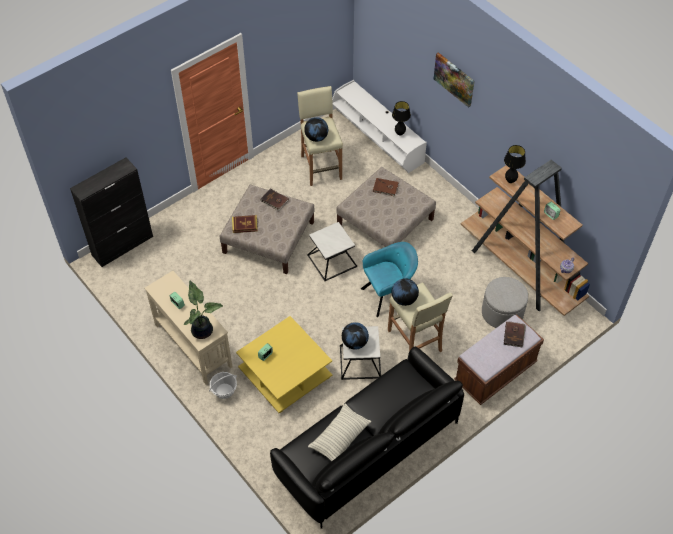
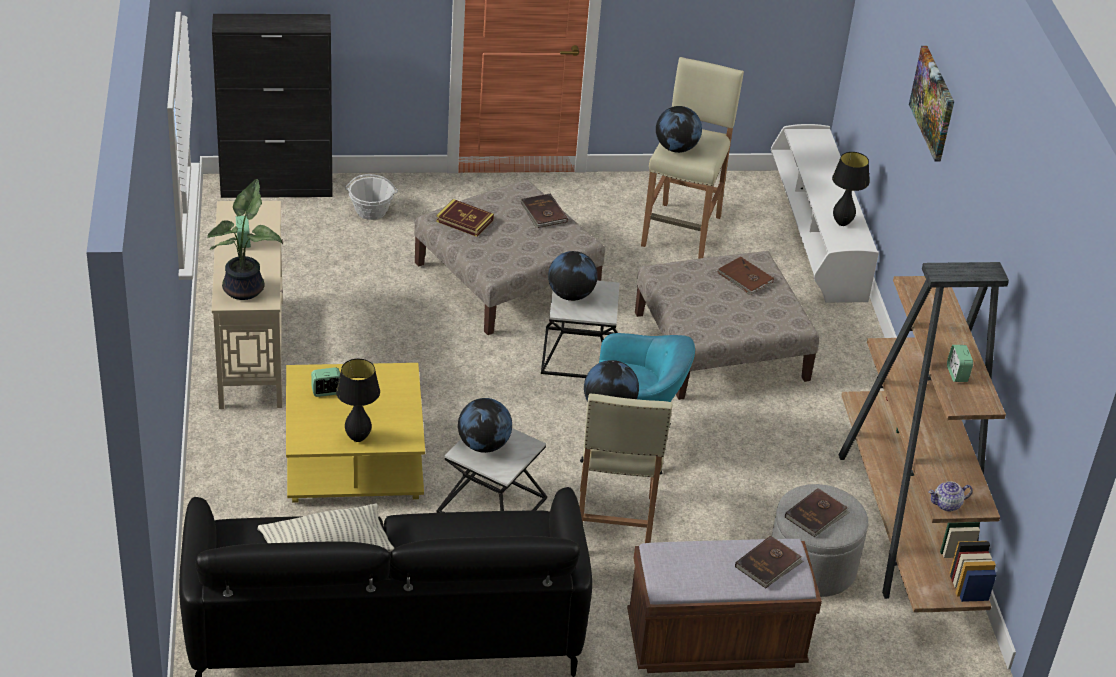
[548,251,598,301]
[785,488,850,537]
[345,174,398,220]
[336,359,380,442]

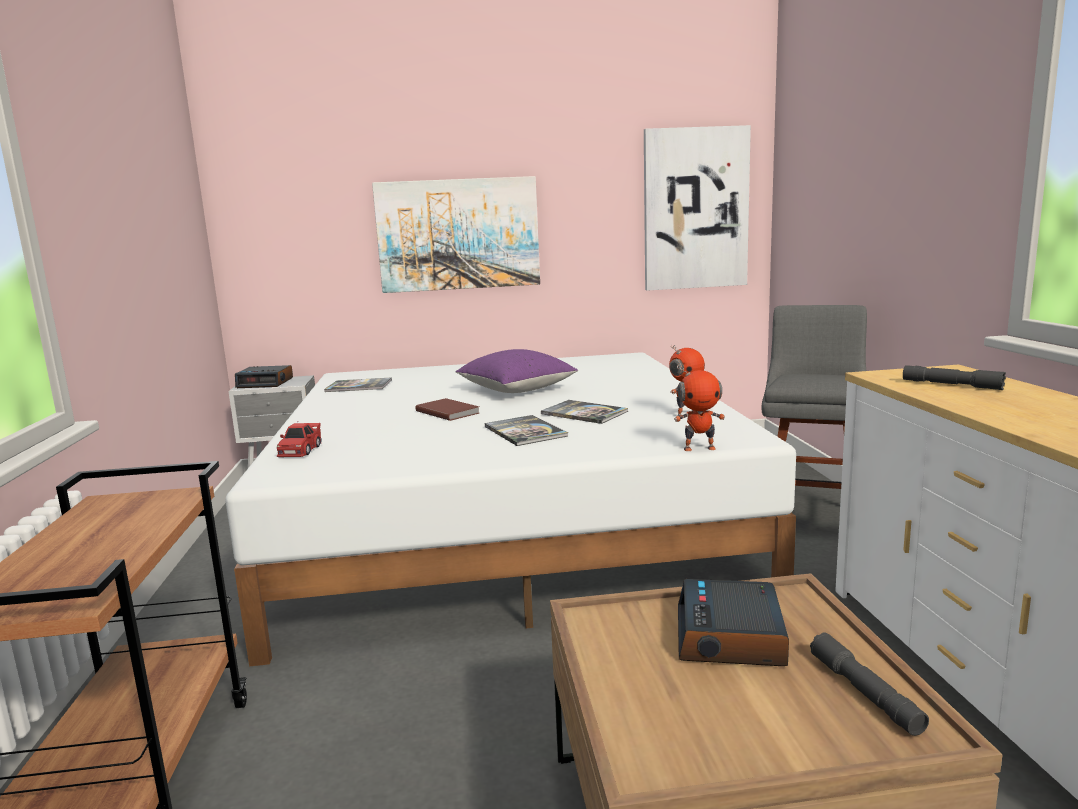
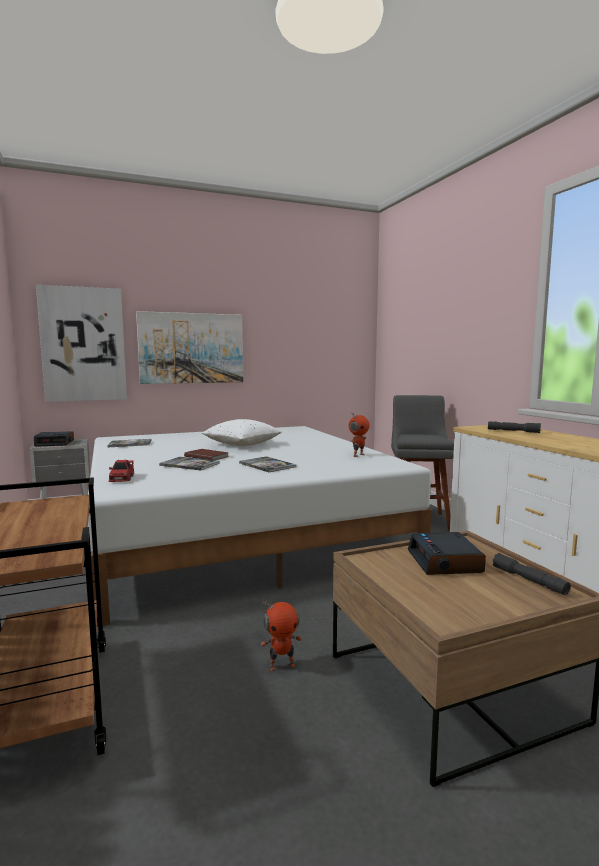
[159,457,220,470]
[36,285,127,402]
[261,599,302,671]
[202,419,282,446]

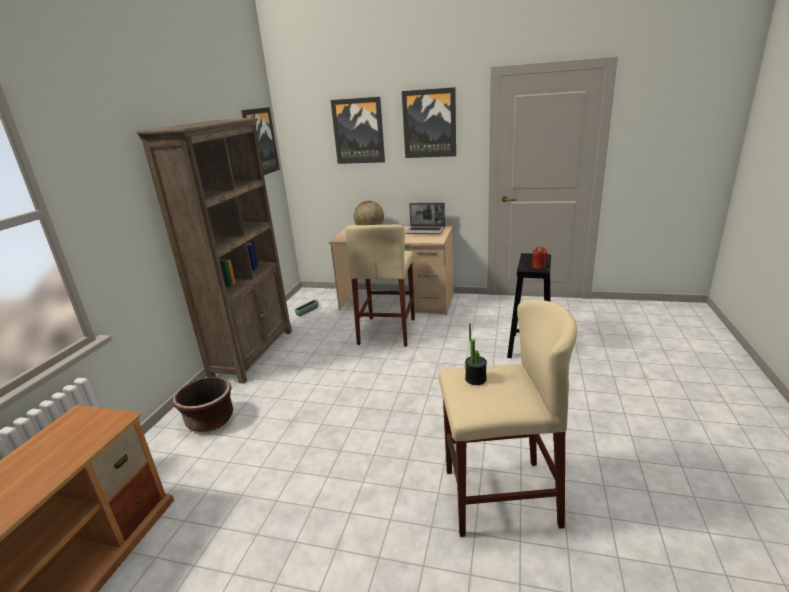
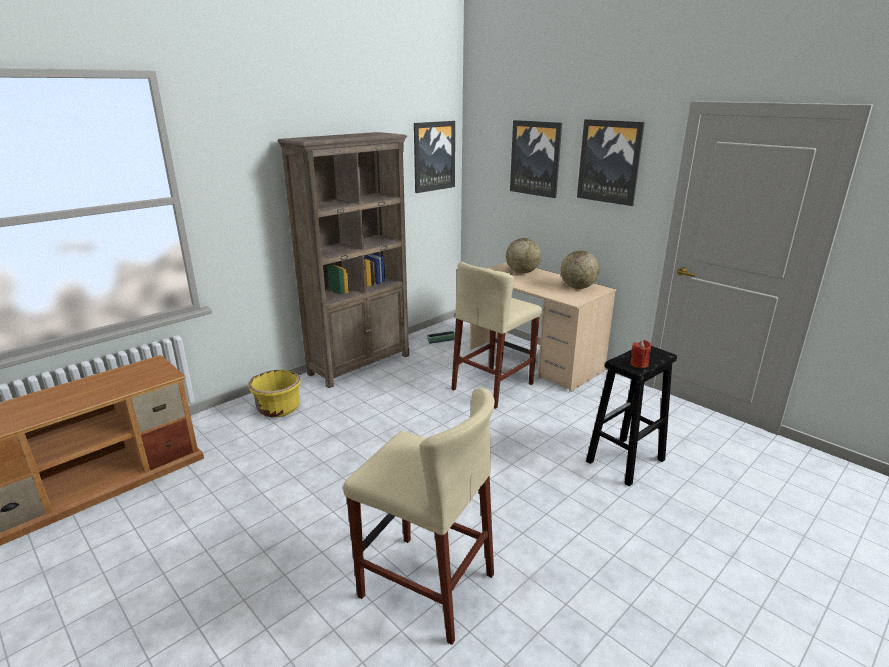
[465,323,487,385] (first image)
[560,251,599,289]
[248,370,301,417]

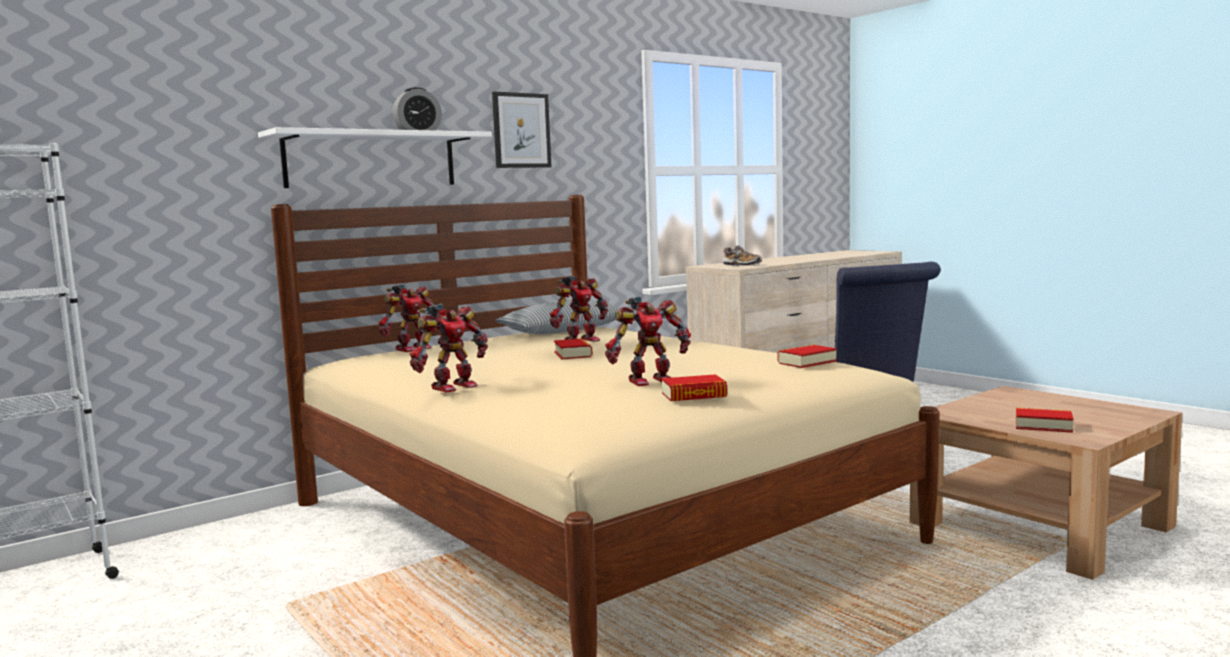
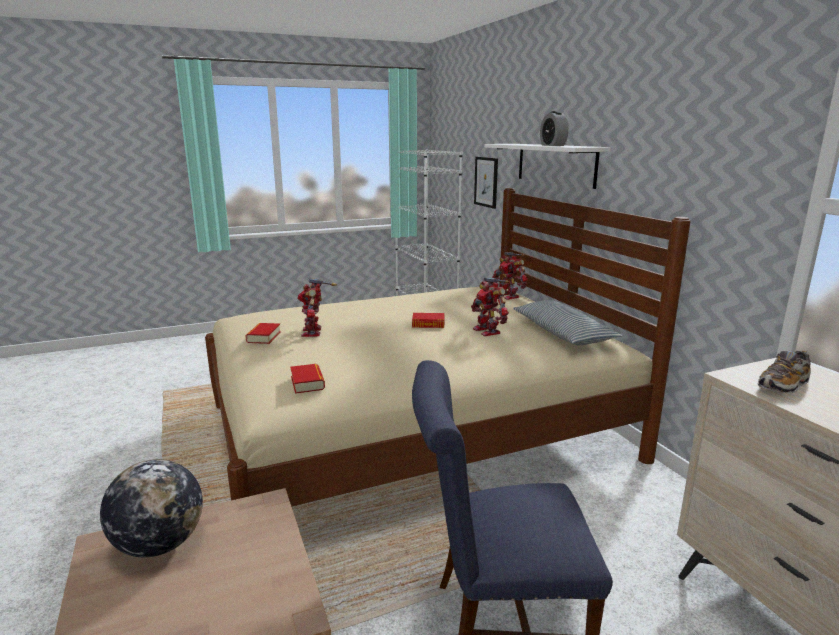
[410,304,488,393] (first image)
[474,157,498,209]
[100,459,203,557]

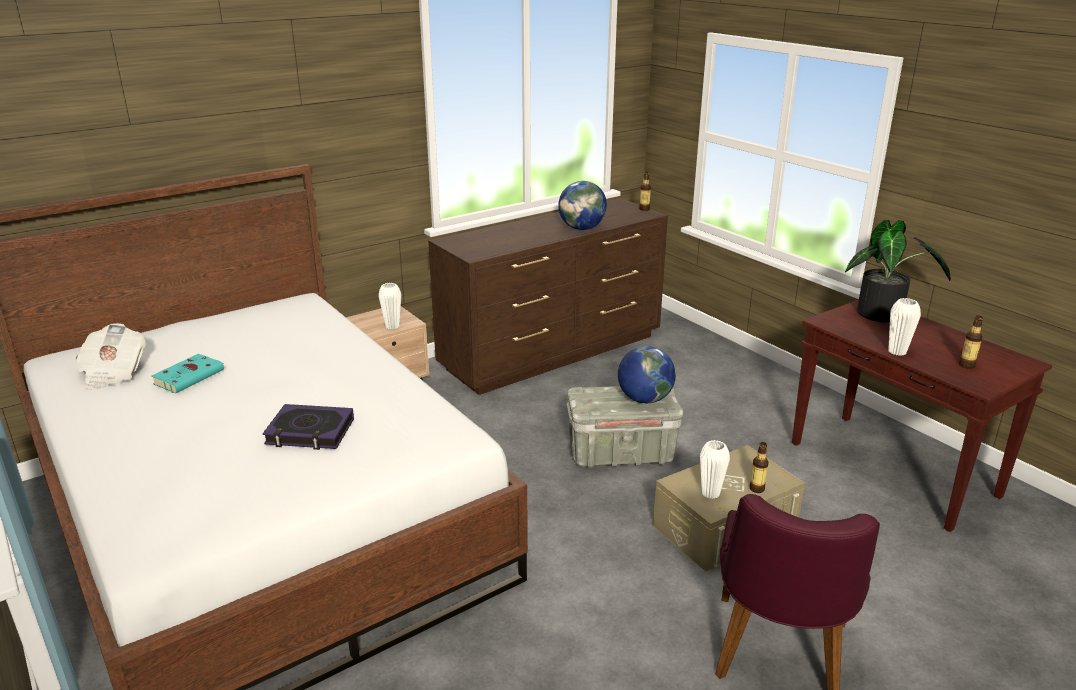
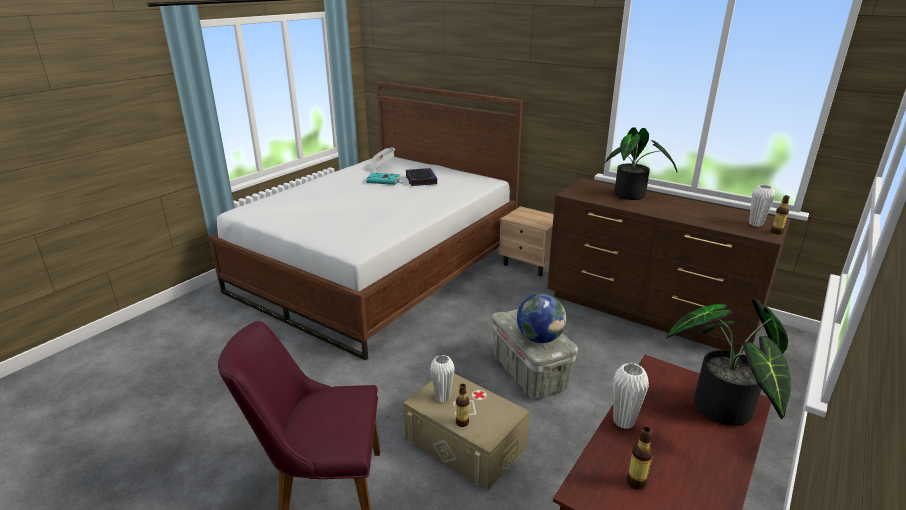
[558,181,607,230] (first image)
[605,127,677,200]
[406,168,437,186]
[749,185,775,227]

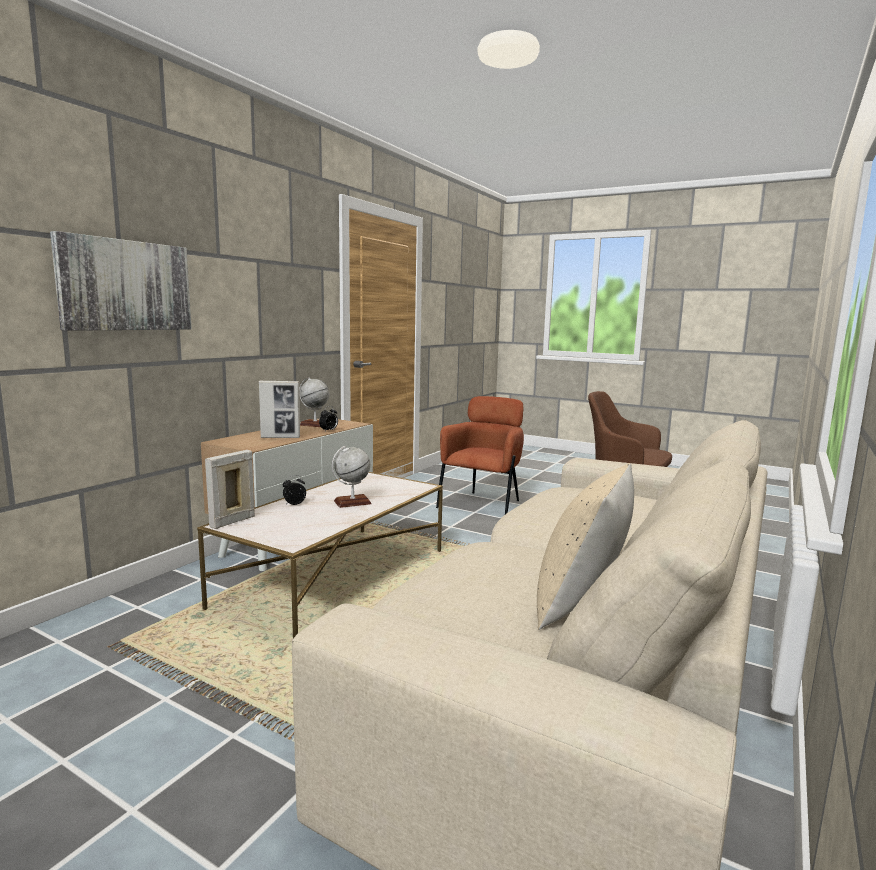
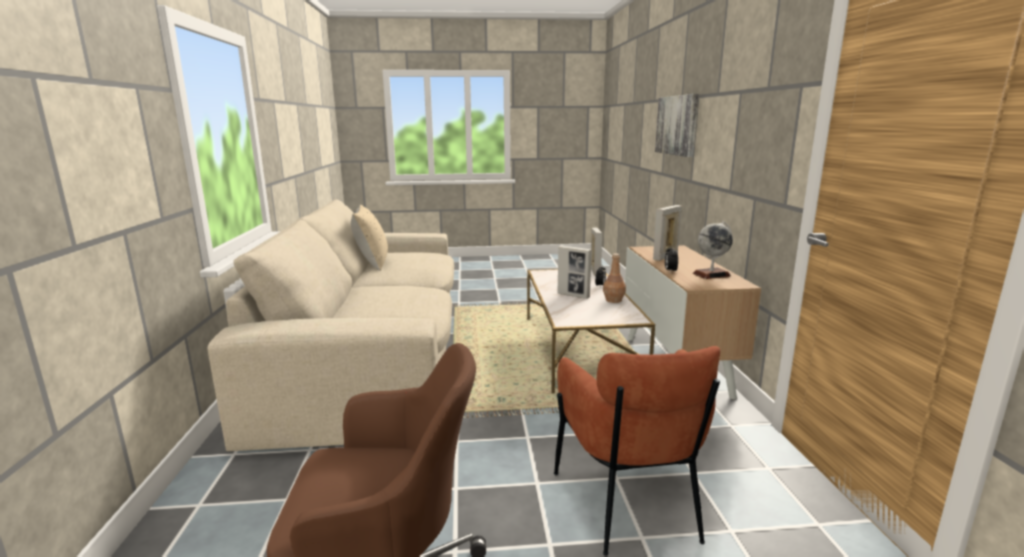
[603,253,626,303]
[557,245,592,299]

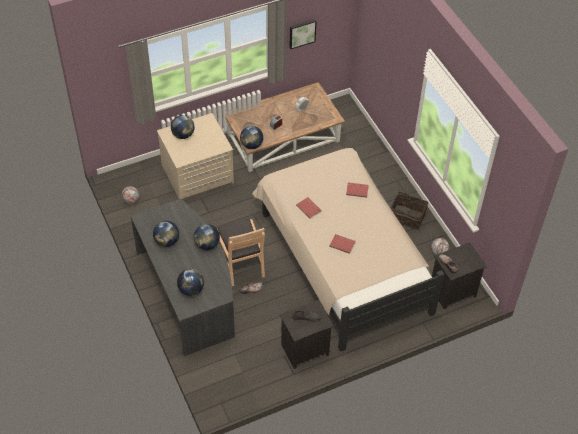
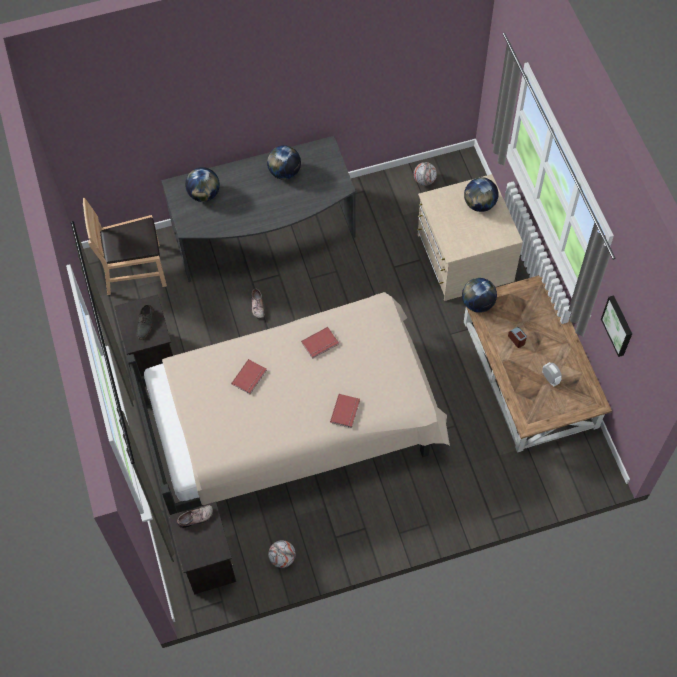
[194,224,220,250] (first image)
[391,192,429,230] (first image)
[83,198,167,295]

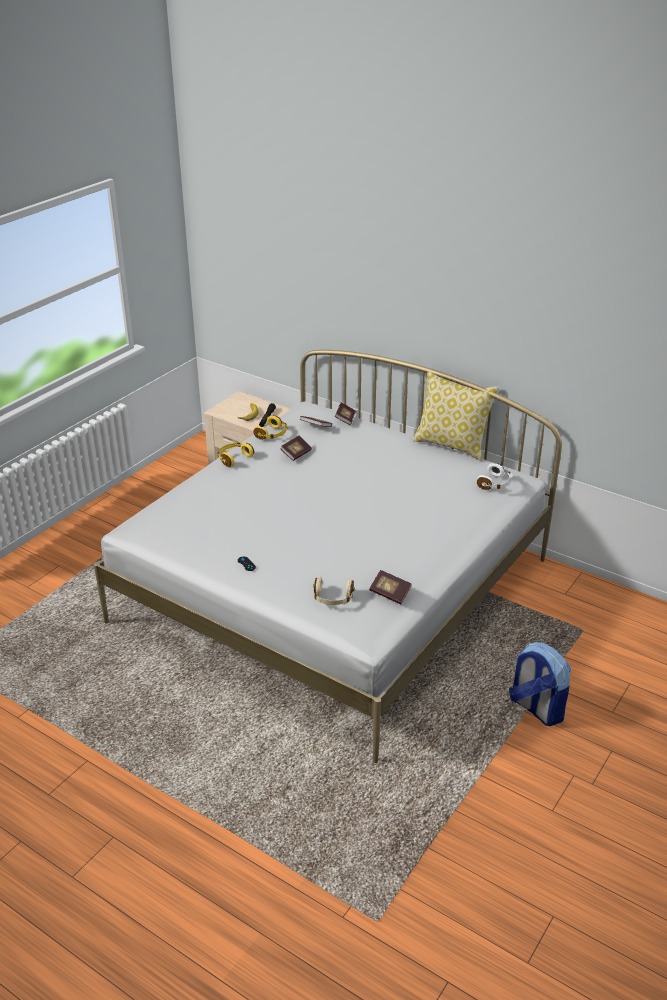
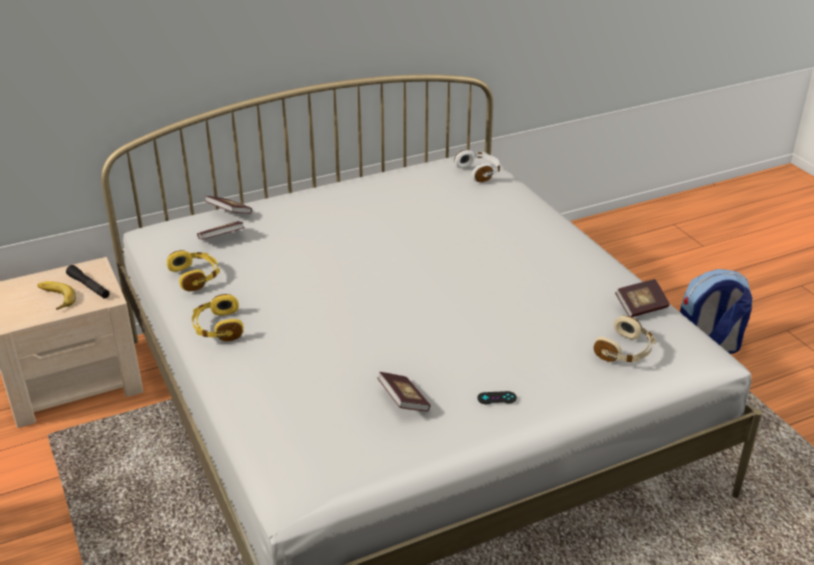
[413,372,499,461] (first image)
[377,372,430,411]

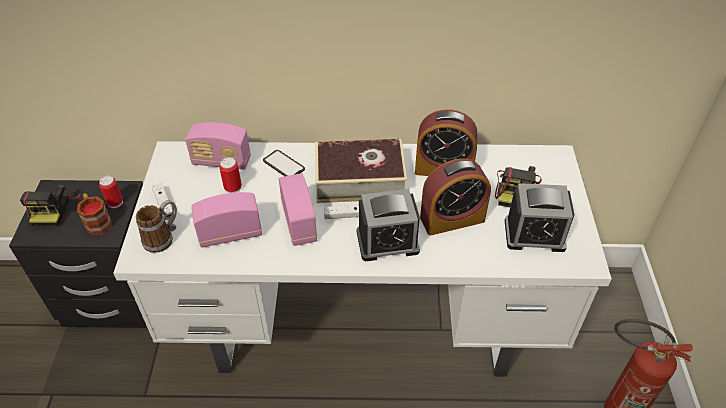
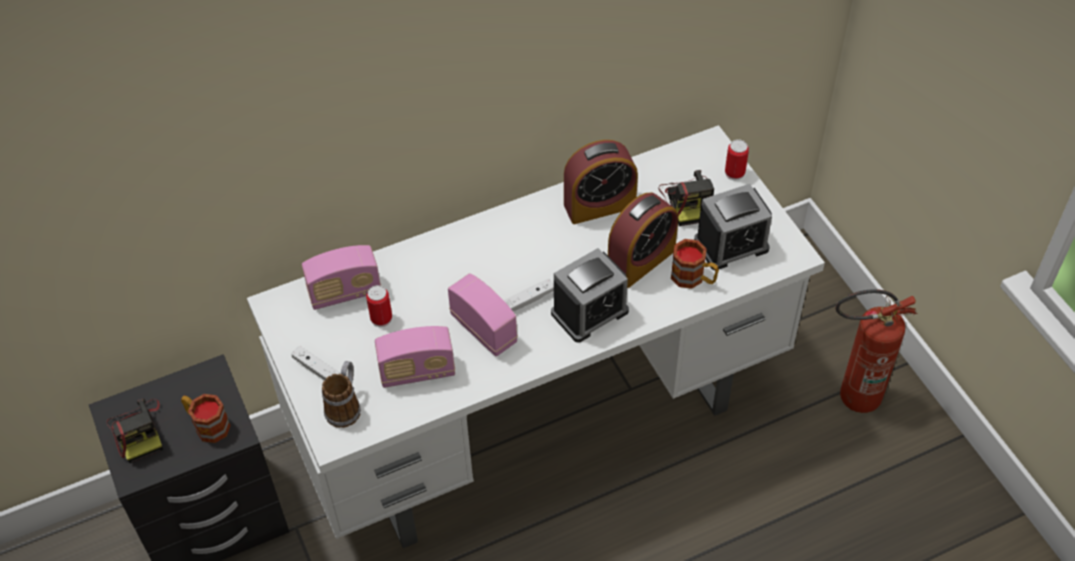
[263,150,305,176] (first image)
[315,139,407,203] (first image)
[671,239,719,289]
[725,139,749,180]
[375,326,455,388]

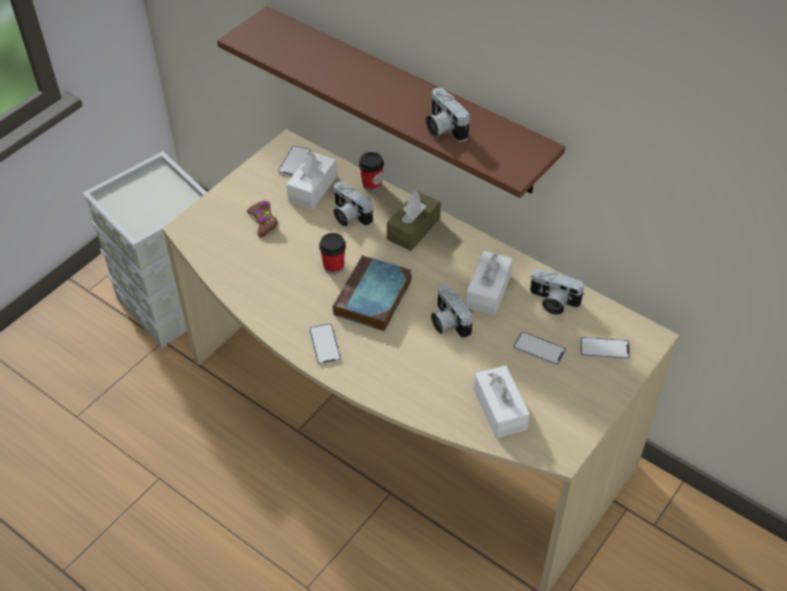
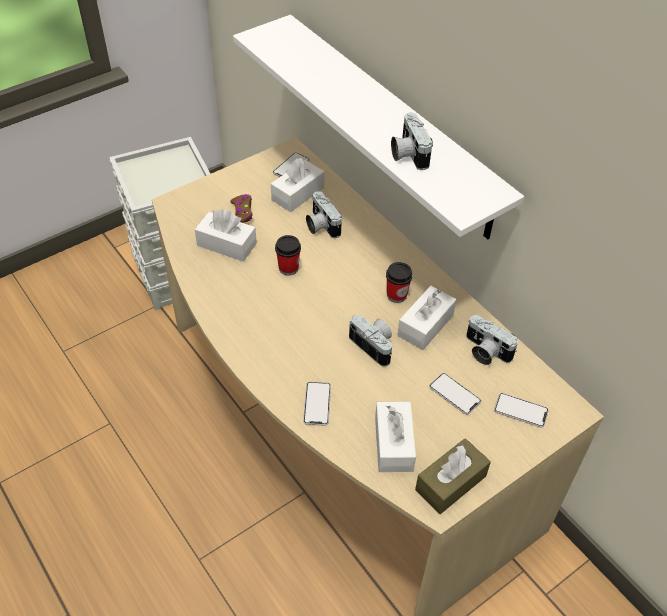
[333,255,412,331] (first image)
[195,209,257,262]
[303,382,331,426]
[386,262,413,303]
[415,438,491,514]
[233,15,524,239]
[349,314,392,367]

